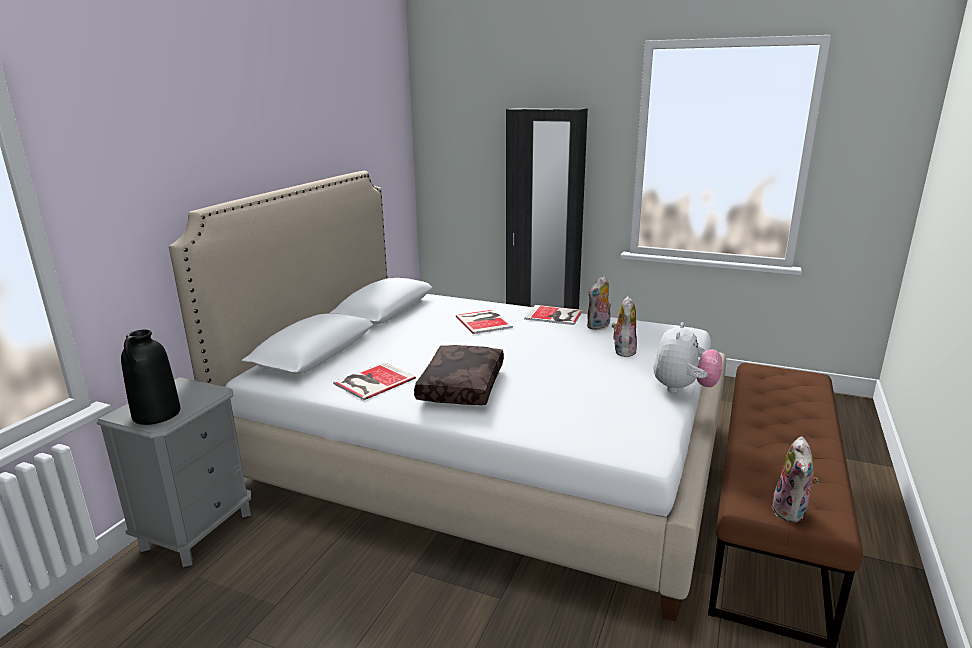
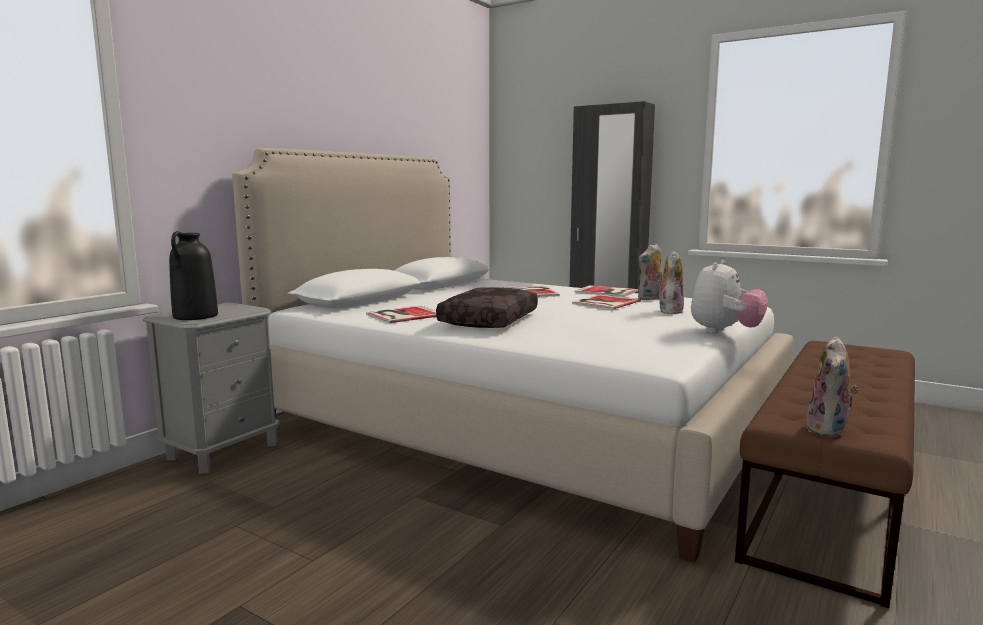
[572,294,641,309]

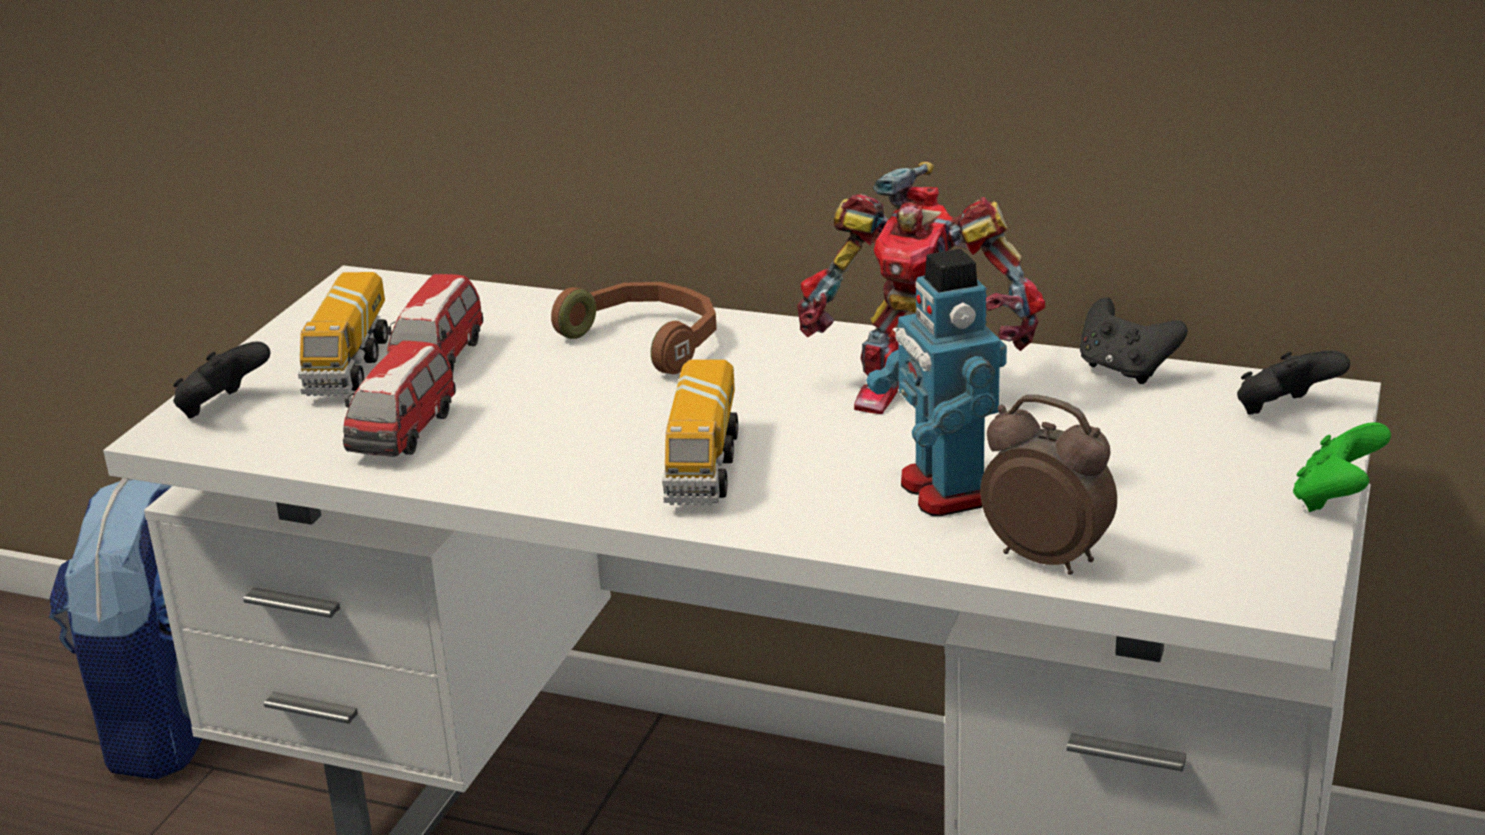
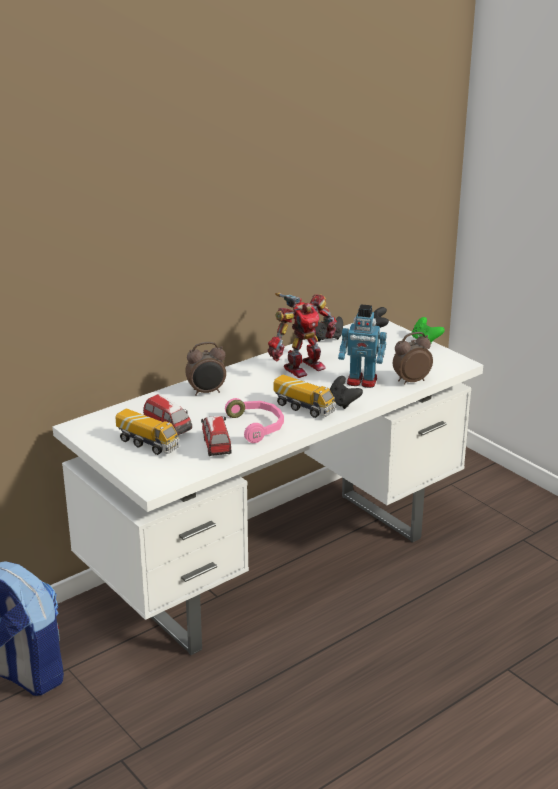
[225,398,284,443]
[330,376,363,409]
[185,342,226,396]
[201,416,231,456]

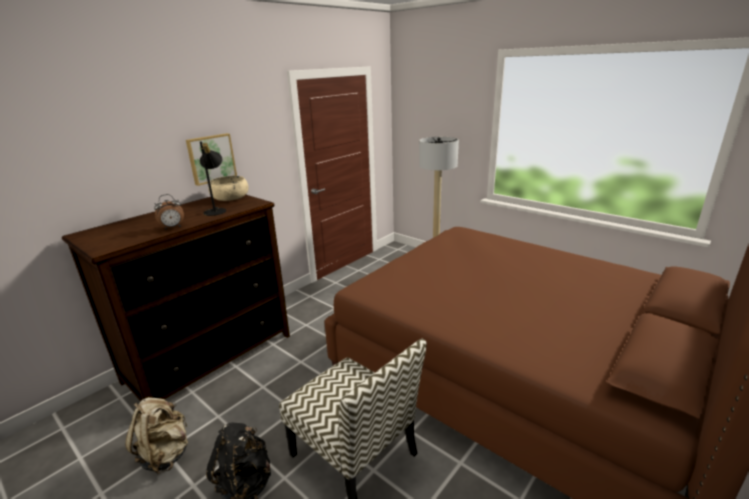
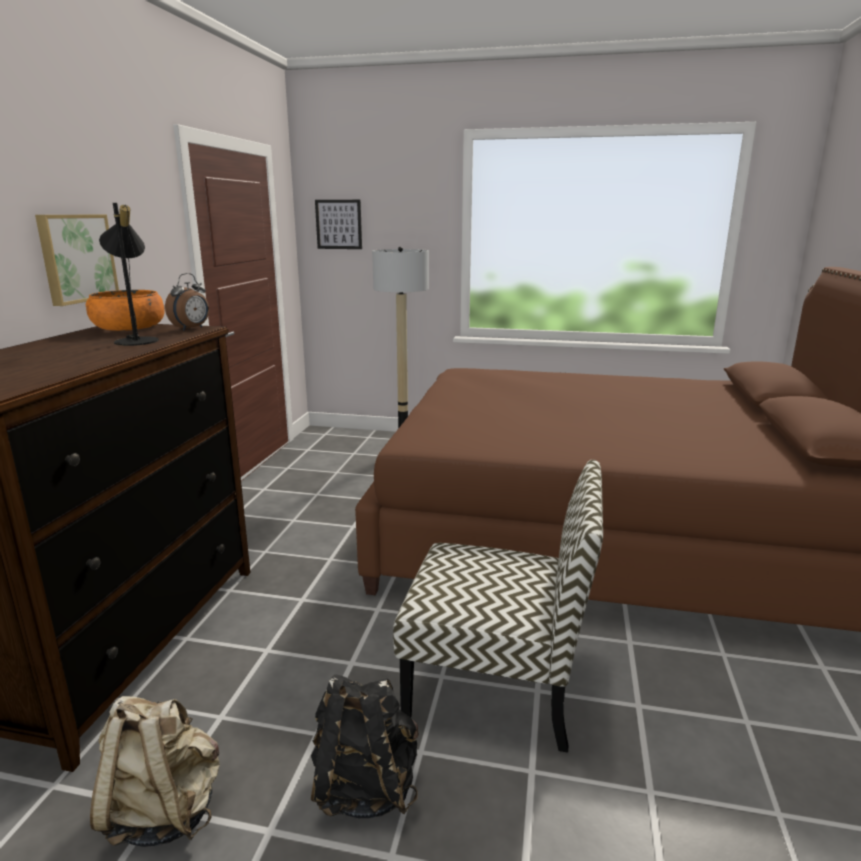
[315,200,362,249]
[165,273,209,330]
[86,290,165,331]

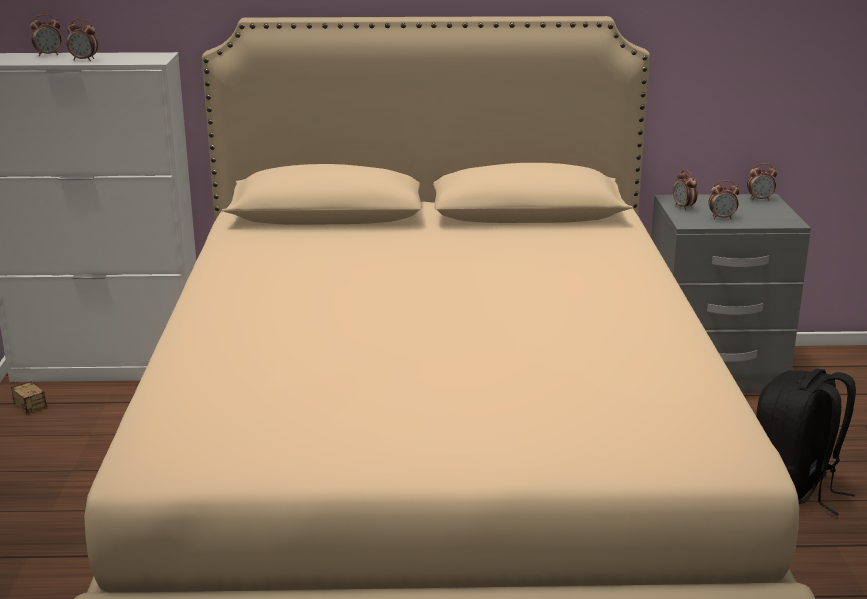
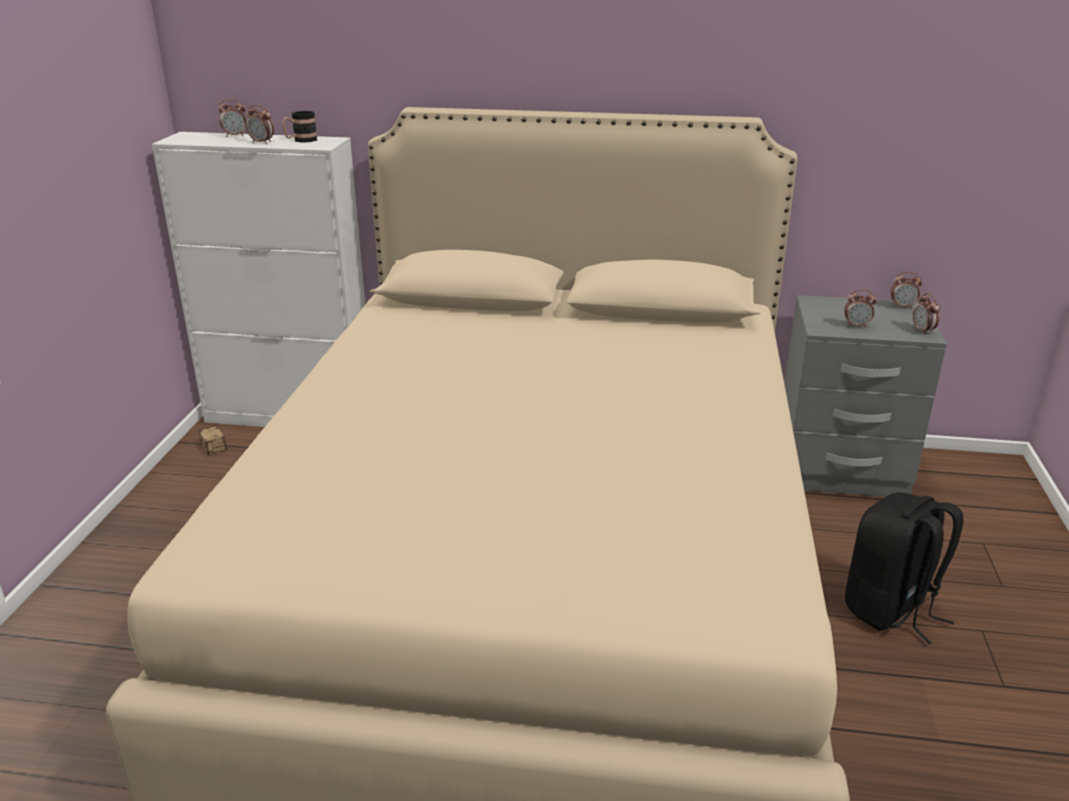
[282,111,317,143]
[913,293,940,335]

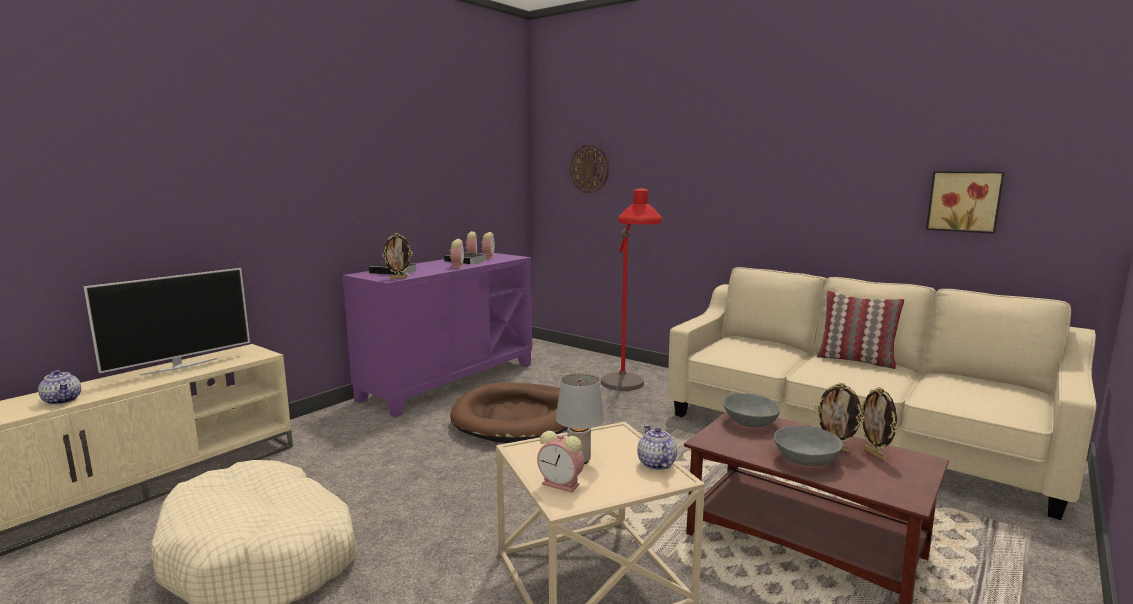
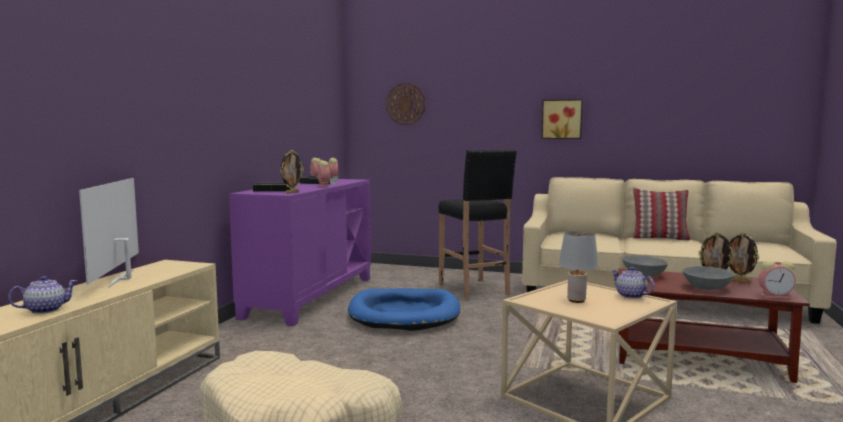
[758,260,796,299]
[541,99,583,139]
[439,149,517,300]
[348,288,460,331]
[8,276,77,314]
[79,178,139,288]

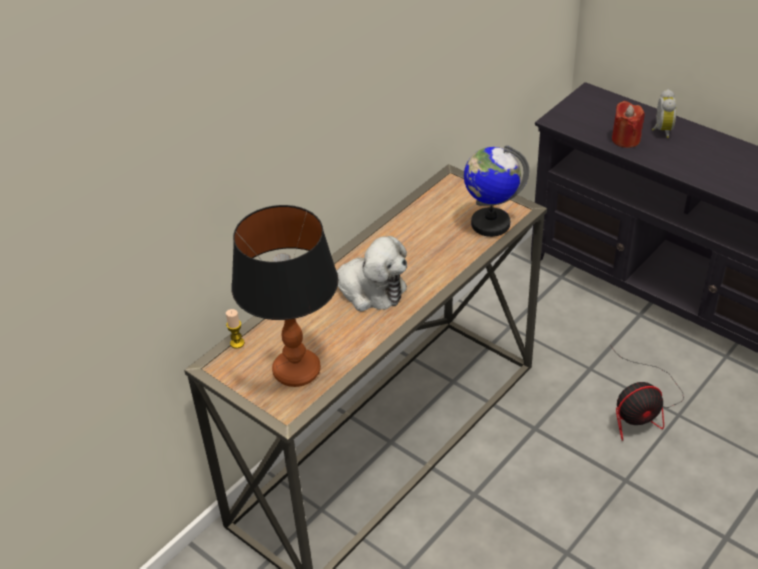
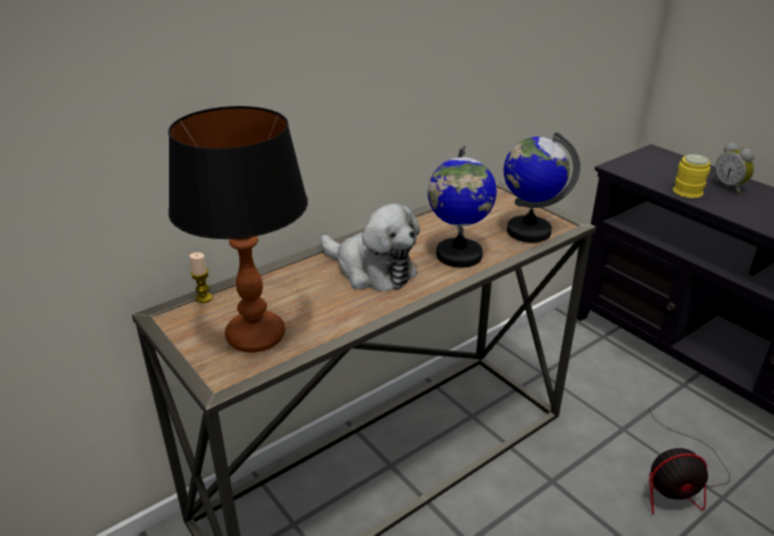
[428,145,497,268]
[673,154,711,198]
[715,142,755,193]

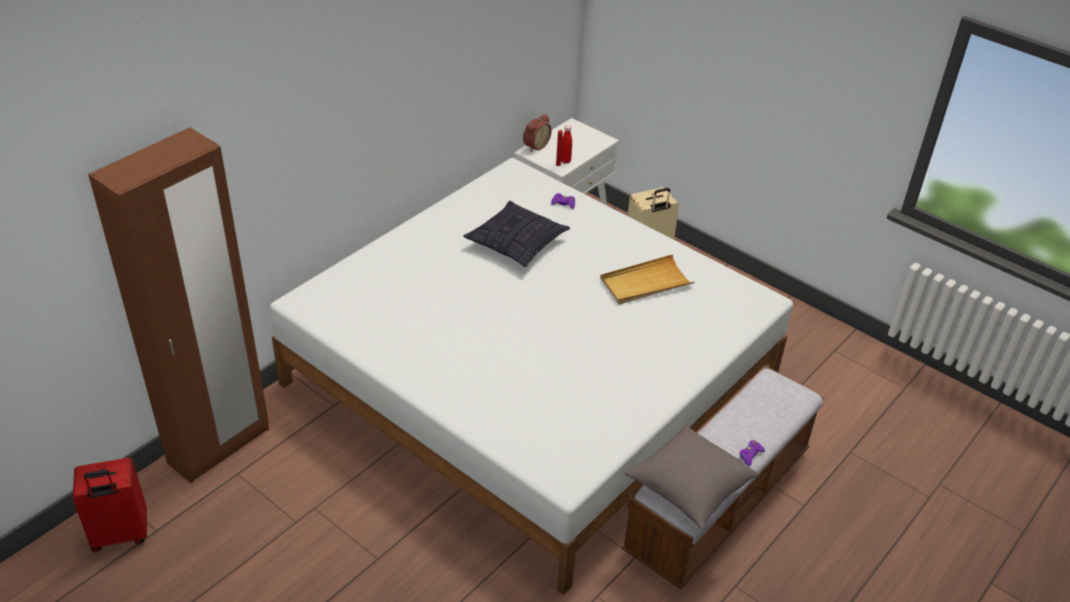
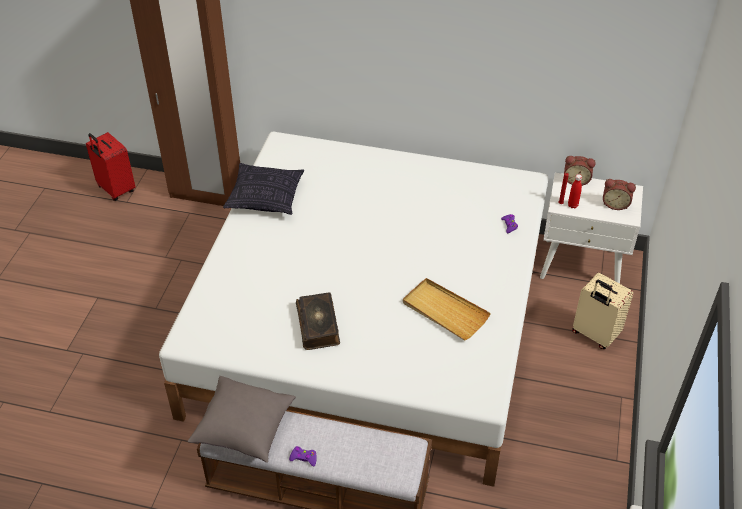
[296,293,340,350]
[603,179,636,210]
[223,163,304,215]

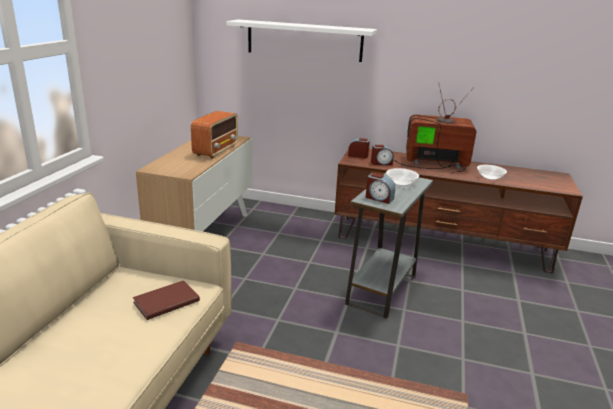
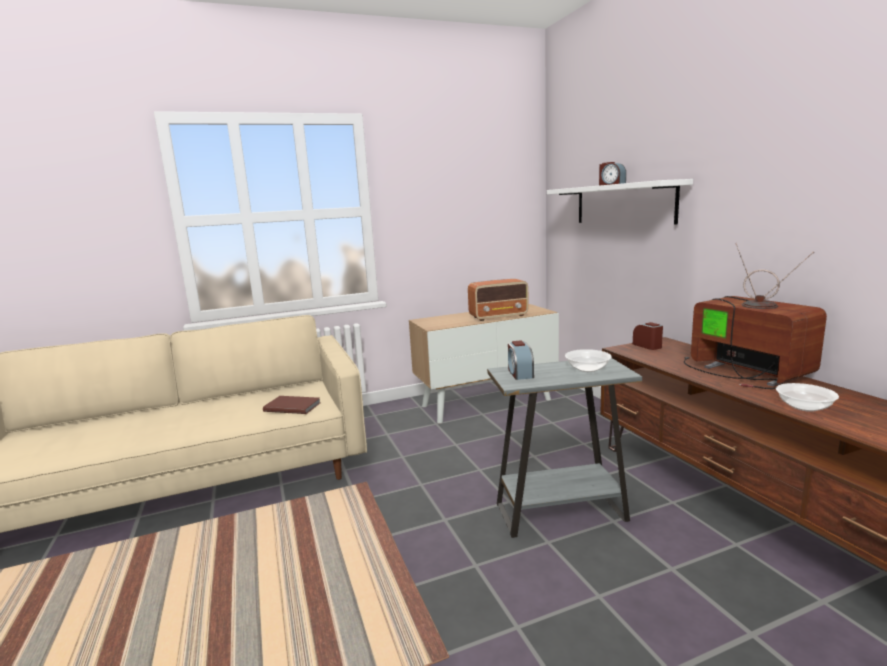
[599,162,626,186]

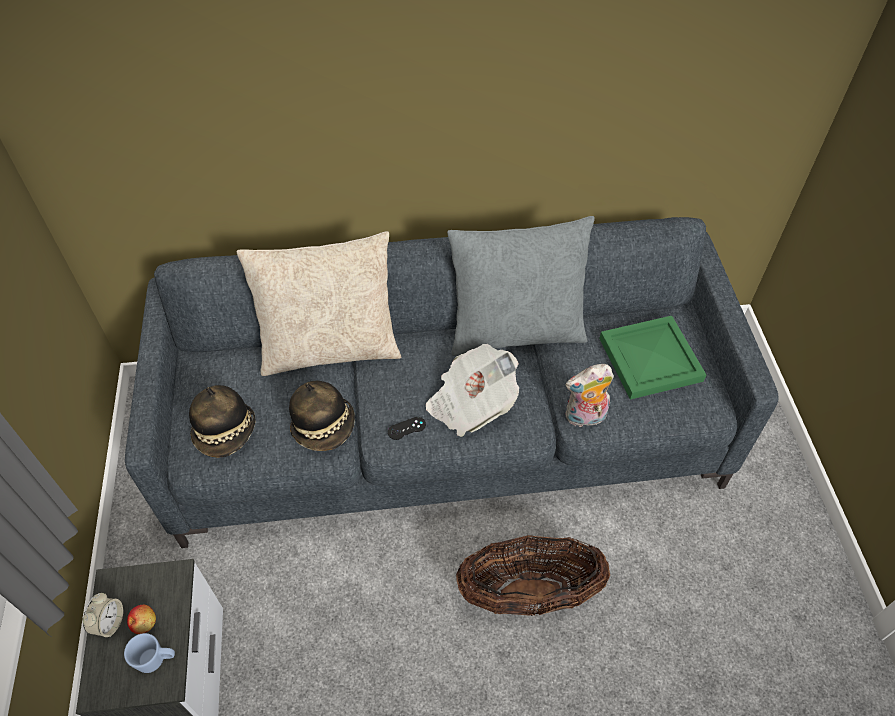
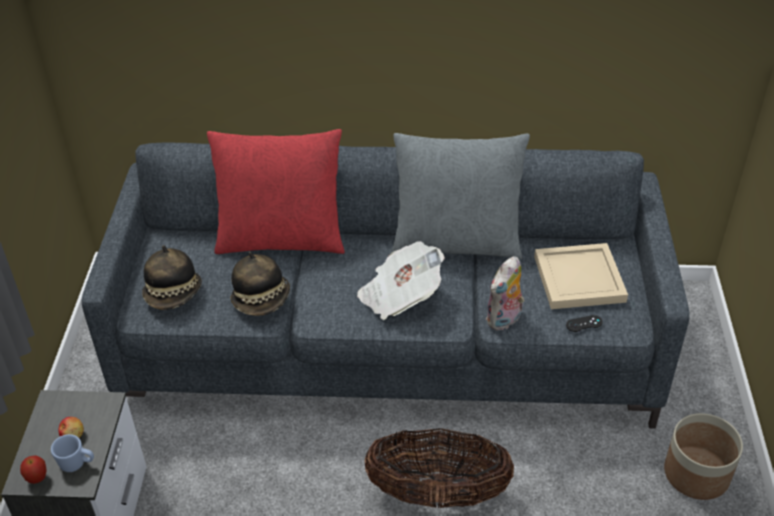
[82,593,123,637] (first image)
[20,455,47,484]
[664,413,743,500]
[566,315,603,332]
[207,129,345,254]
[534,243,628,309]
[486,256,525,330]

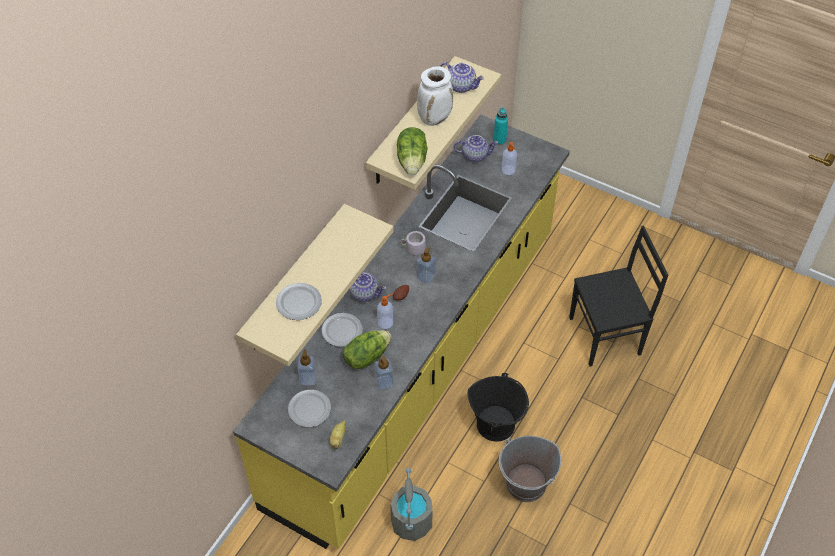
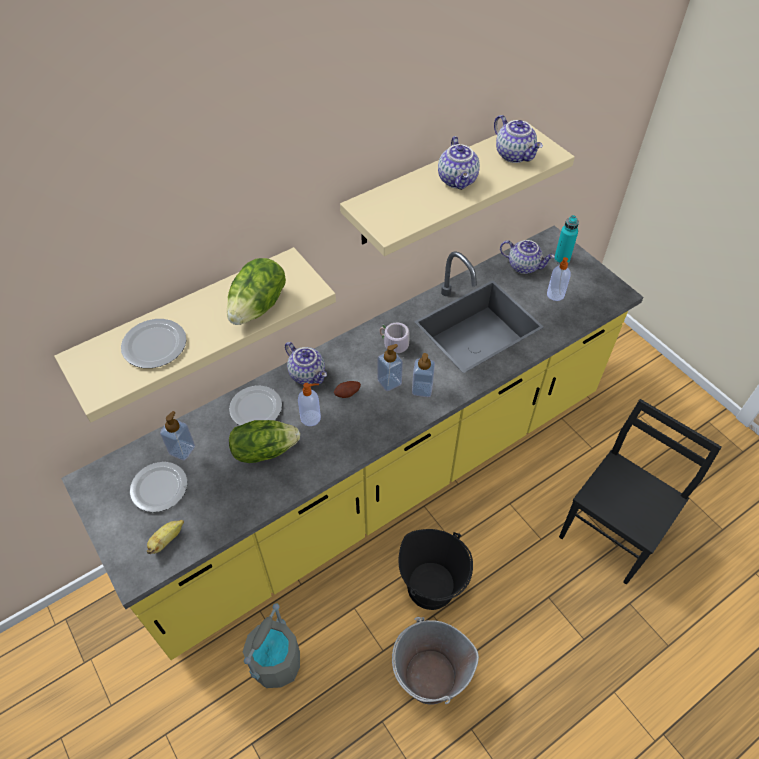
[412,353,435,397]
[227,258,286,325]
[438,136,480,190]
[559,399,722,585]

